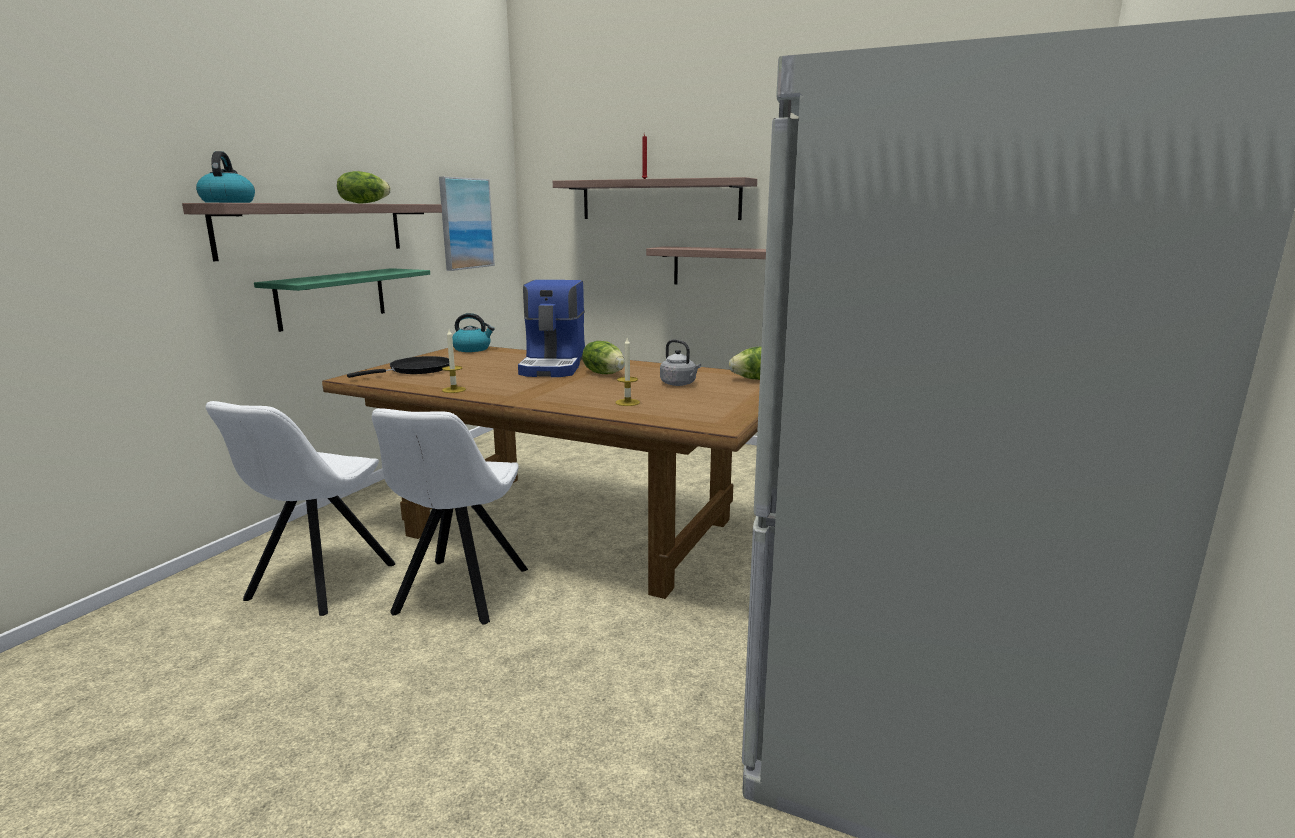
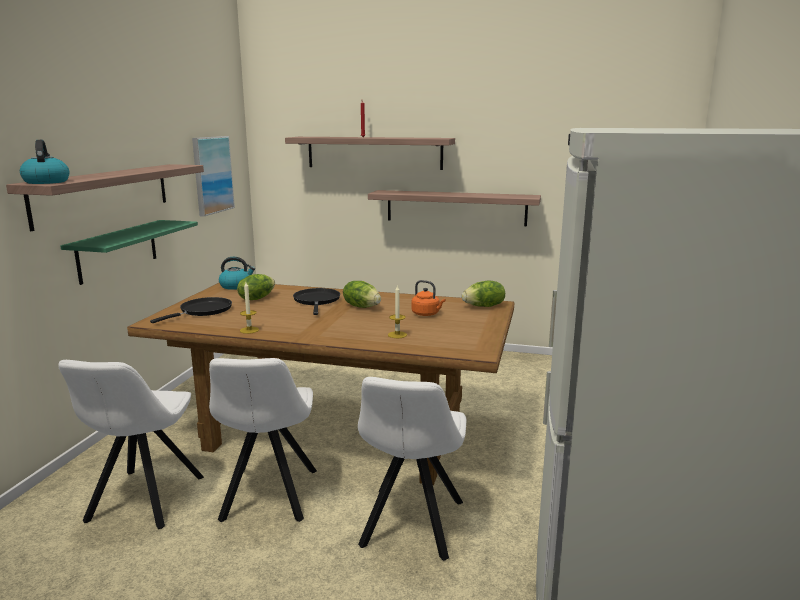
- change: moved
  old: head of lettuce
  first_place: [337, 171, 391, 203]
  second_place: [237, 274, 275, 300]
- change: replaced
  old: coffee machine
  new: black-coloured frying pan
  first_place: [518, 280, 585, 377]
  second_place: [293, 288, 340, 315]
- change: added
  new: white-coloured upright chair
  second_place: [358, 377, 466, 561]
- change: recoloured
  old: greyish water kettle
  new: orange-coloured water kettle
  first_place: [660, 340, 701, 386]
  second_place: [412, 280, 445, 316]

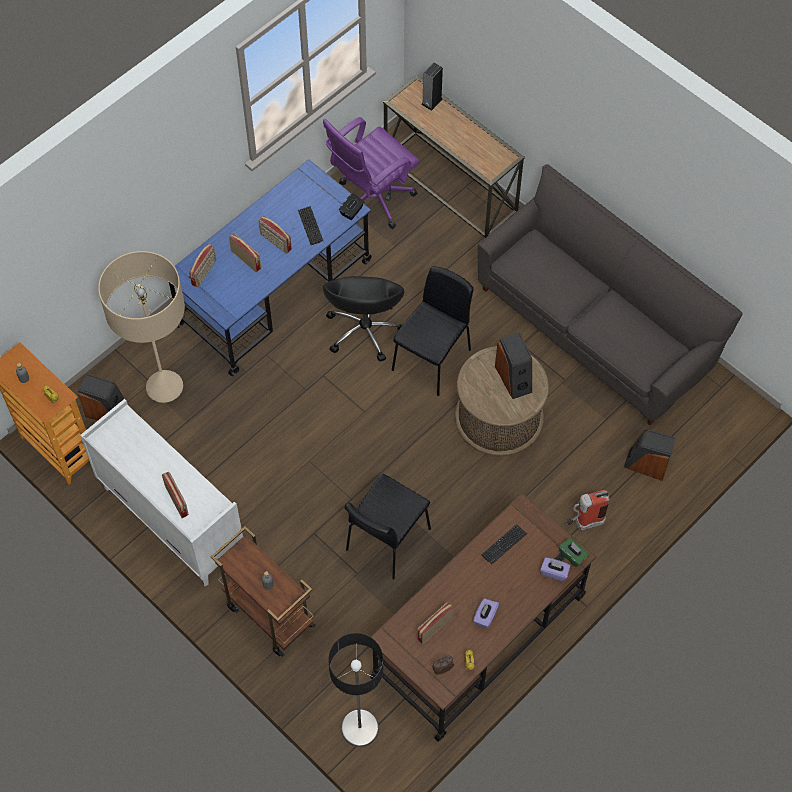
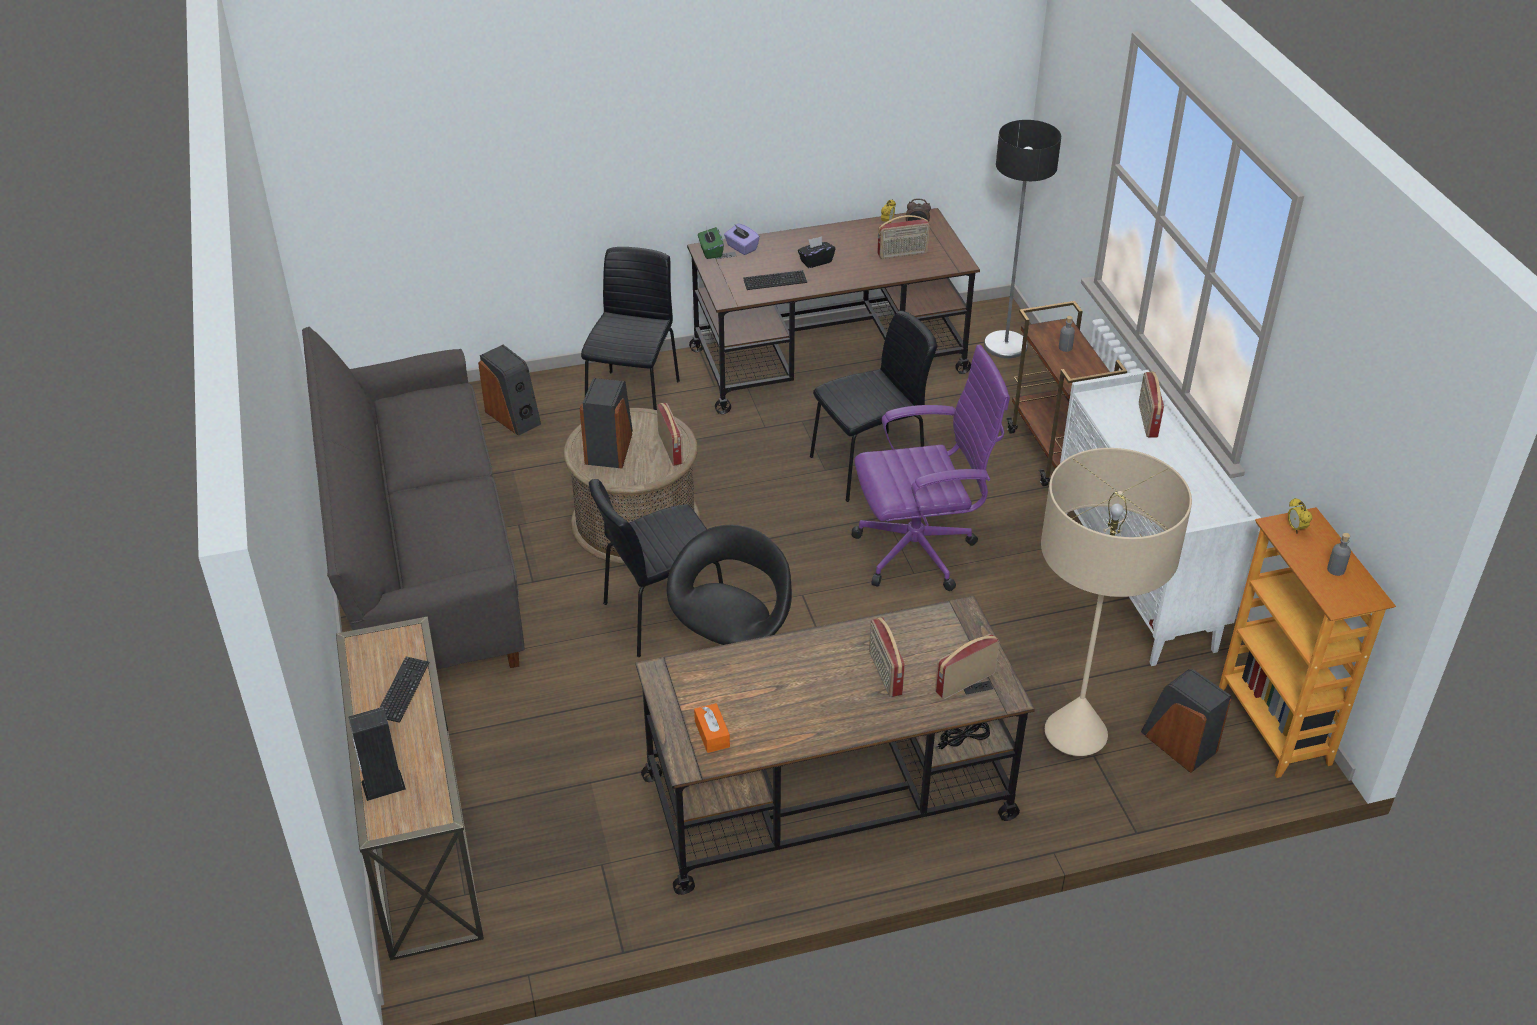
- change: moved
  old: keyboard
  first_place: [298, 206, 323, 245]
  second_place: [380, 657, 429, 723]
- change: replaced
  old: fire-fighting cylinder
  new: black-coloured upright chair
  first_place: [566, 490, 610, 530]
  second_place: [581, 247, 680, 410]
- change: recoloured
  old: blue desk table
  new: brown desk table
  first_place: [169, 159, 372, 376]
  second_place: [635, 596, 1035, 895]
- change: moved
  old: radio
  first_place: [259, 216, 292, 254]
  second_place: [657, 403, 683, 466]
- change: added
  new: orange-coloured box of tissues
  second_place: [694, 703, 730, 753]
- change: moved
  old: black-coloured box of tissues
  first_place: [339, 193, 364, 220]
  second_place: [798, 236, 835, 268]
- change: moved
  old: purple office chair
  first_place: [323, 117, 420, 229]
  second_place: [852, 345, 1010, 591]
- change: removed
  old: purple box of tissues
  first_place: [473, 598, 499, 629]

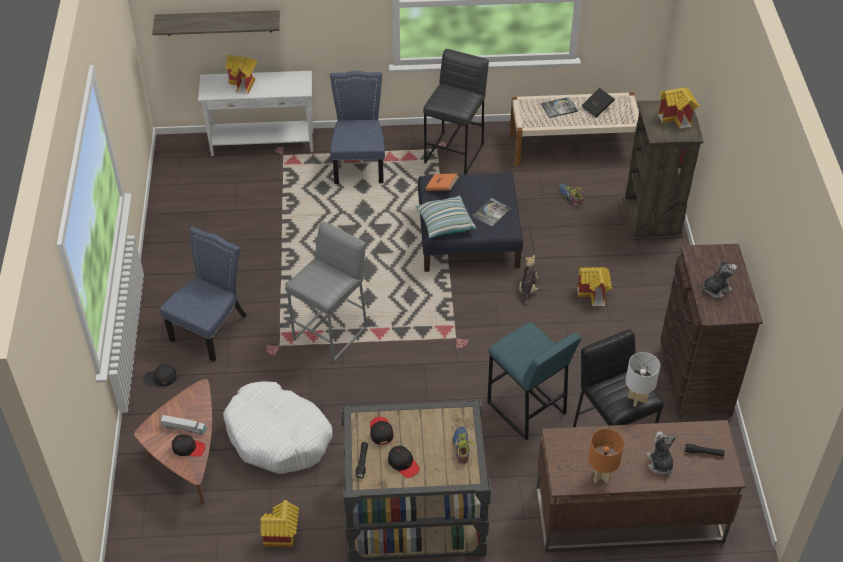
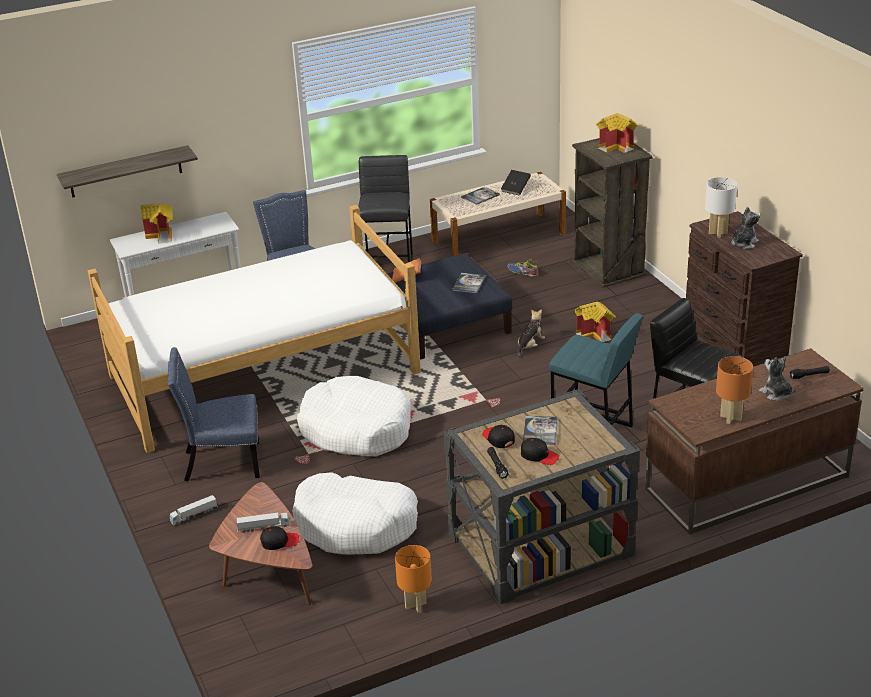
- change: added
  new: sleeping bed
  second_place: [88, 205, 421, 453]
- change: turned
  old: blue upright chair
  first_place: [160, 227, 247, 362]
  second_place: [168, 347, 260, 481]
  degrees: -105
- change: replaced
  old: black-coloured cap
  new: model truck
  first_place: [144, 364, 177, 387]
  second_place: [170, 495, 218, 525]
- change: replaced
  old: greyish stool
  new: white-coloured dog cushion
  first_place: [285, 221, 367, 363]
  second_place: [297, 376, 410, 456]
- change: replaced
  old: model house
  new: orange-coloured table lamp
  first_place: [260, 500, 299, 547]
  second_place: [395, 545, 432, 613]
- change: turned
  old: soft toy
  first_place: [519, 255, 539, 307]
  second_place: [517, 309, 545, 358]
  degrees: 45
- change: added
  new: bound book
  second_place: [523, 416, 558, 445]
- change: moved
  old: white-coloured table lamp
  first_place: [625, 352, 660, 407]
  second_place: [705, 177, 737, 238]
- change: removed
  old: pillow
  first_place: [415, 196, 477, 238]
- change: removed
  old: shoe
  first_place: [453, 426, 475, 464]

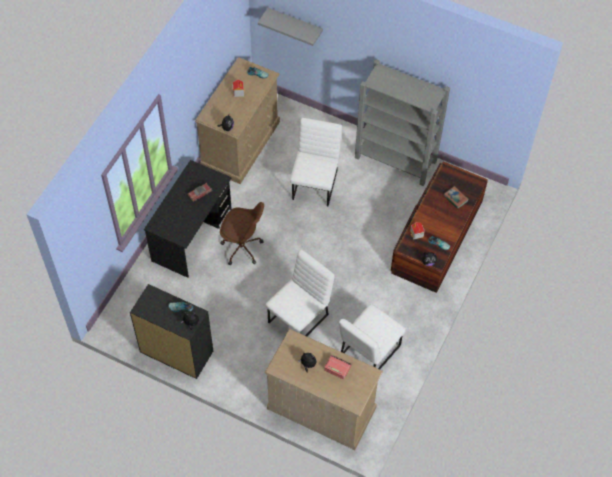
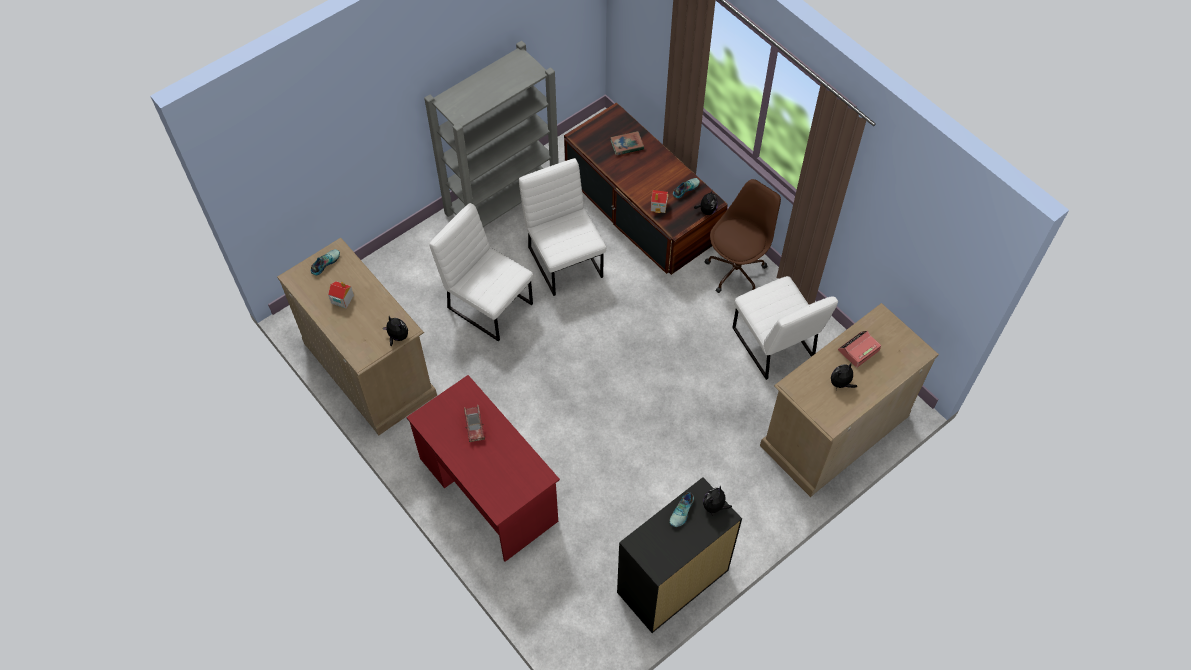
- change: recoloured
  old: black-coloured desk table
  new: reddish desk table
  first_place: [144, 160, 232, 278]
  second_place: [406, 375, 560, 562]
- change: moved
  old: white-coloured upright chair
  first_place: [266, 250, 335, 336]
  second_place: [519, 158, 606, 296]
- change: moved
  old: brown office chair
  first_place: [220, 202, 264, 265]
  second_place: [705, 179, 781, 293]
- change: removed
  old: greyish shelf
  first_place: [258, 8, 323, 46]

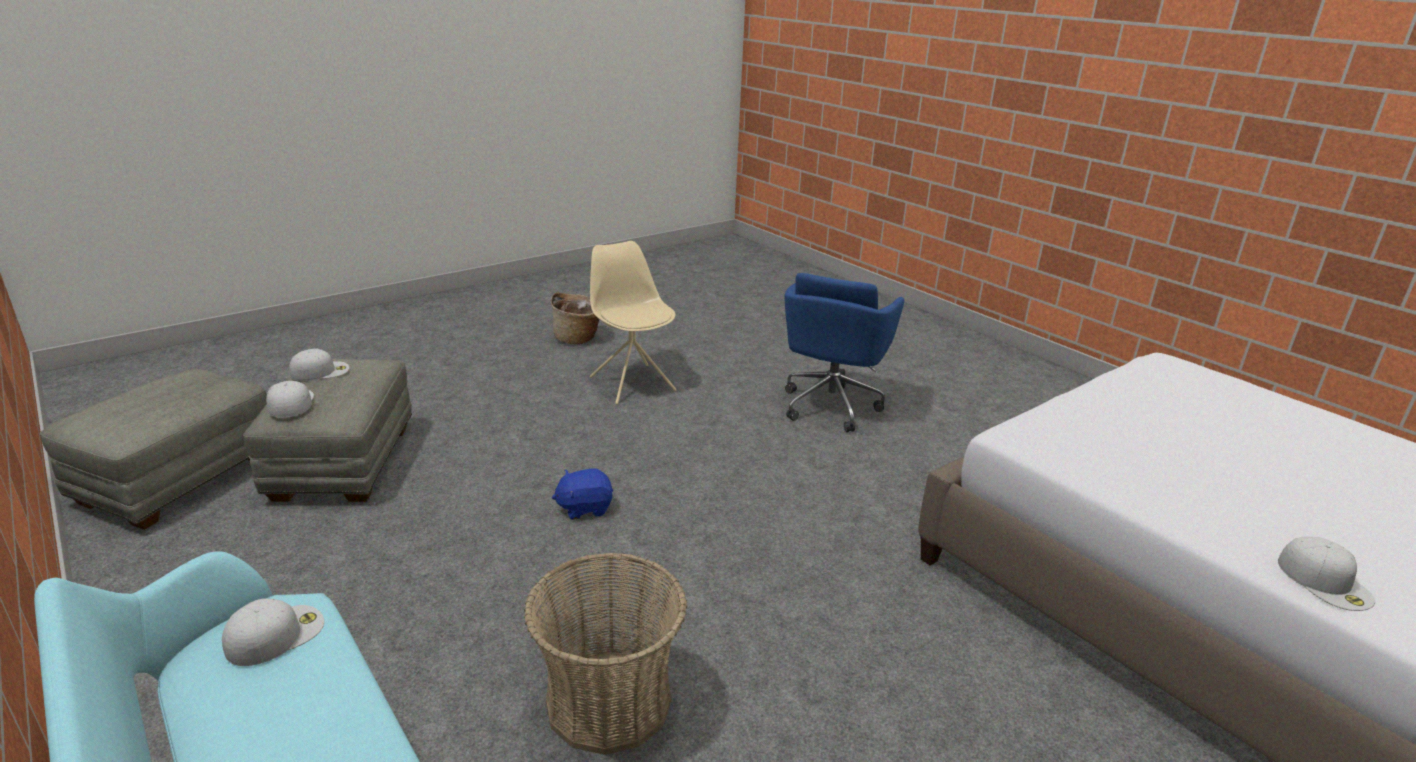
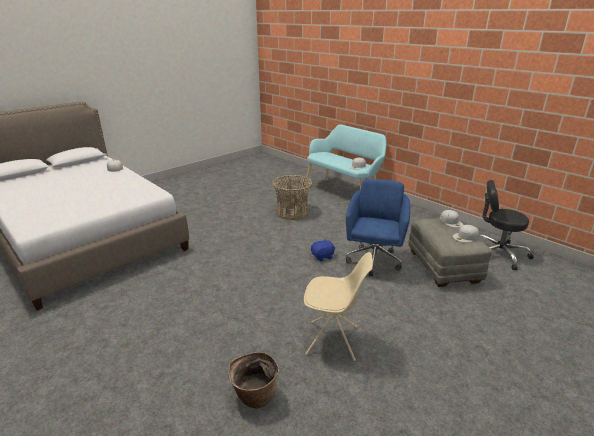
- change: moved
  old: basket
  first_place: [551, 293, 599, 344]
  second_place: [228, 352, 279, 409]
- change: turned
  old: beige-coloured upright chair
  first_place: [590, 241, 677, 405]
  second_place: [304, 252, 373, 361]
  degrees: -45
- change: moved
  old: blue office chair
  first_place: [785, 273, 904, 432]
  second_place: [346, 179, 410, 277]
- change: replaced
  old: greyish footrest
  new: black-coloured office chair
  first_place: [40, 369, 267, 530]
  second_place: [478, 180, 534, 270]

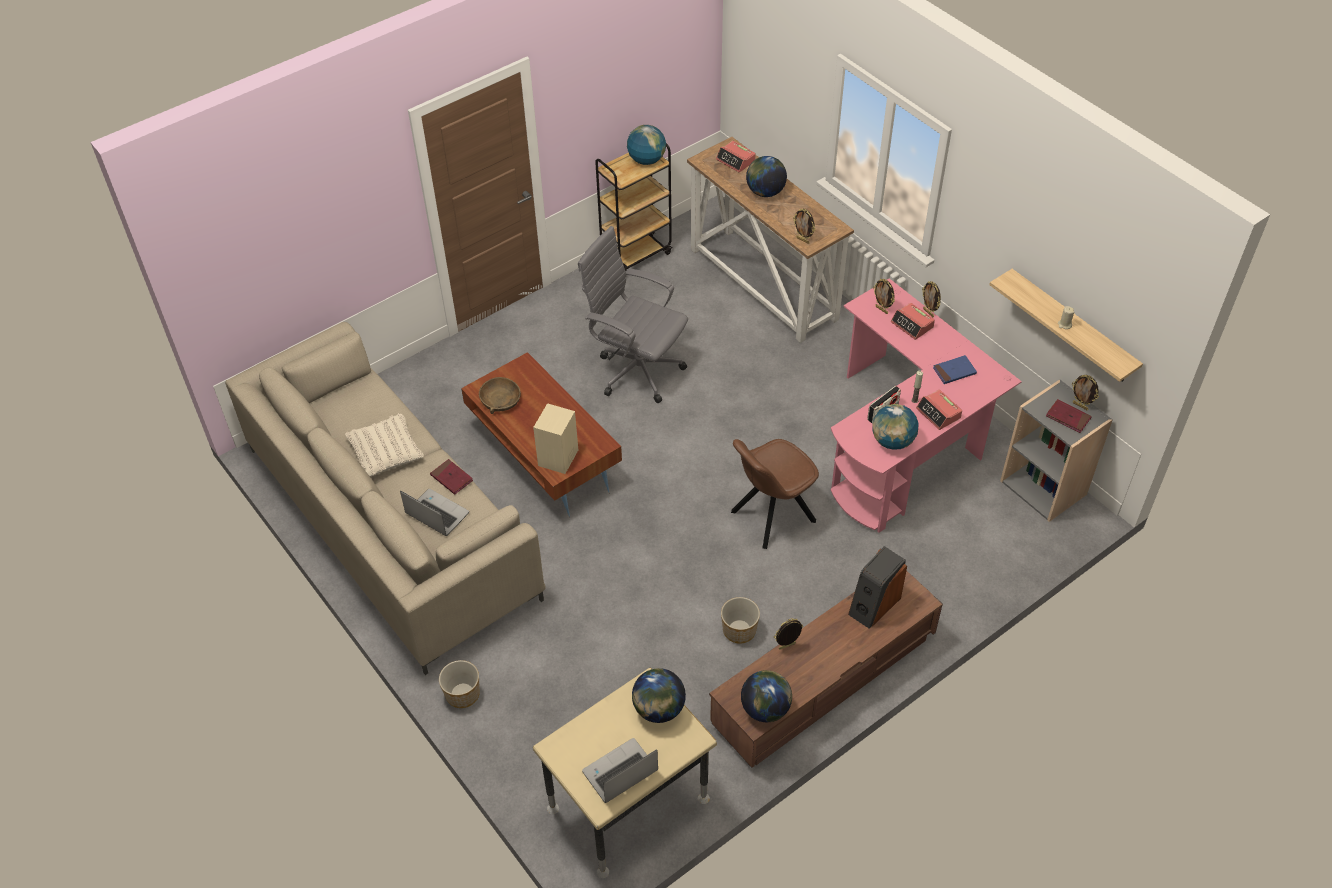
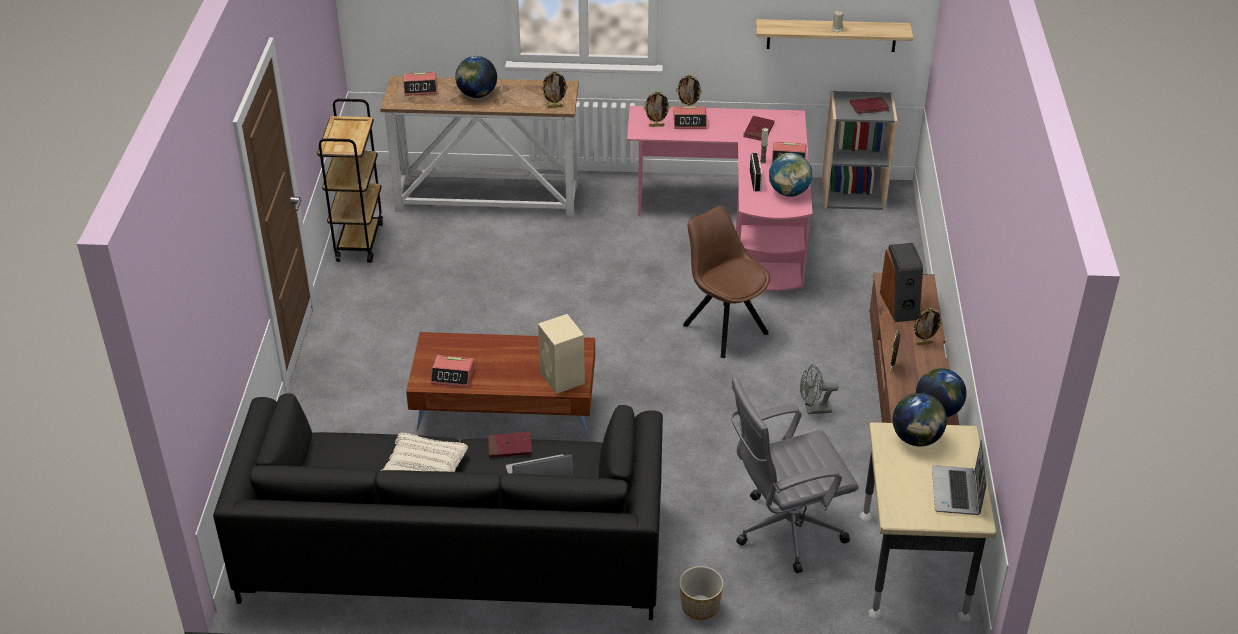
- change: recoloured
  old: beige-coloured sofa
  new: black-coloured sofa
  first_place: [225, 322, 546, 675]
  second_place: [213, 393, 663, 620]
- change: replaced
  old: brown deep dish
  new: table clock
  first_place: [479, 377, 521, 414]
  second_place: [431, 355, 474, 387]
- change: turned
  old: brown upright chair
  first_place: [731, 439, 819, 549]
  second_place: [683, 206, 770, 358]
  degrees: 135
- change: moved
  old: greyish office chair
  first_place: [578, 226, 688, 403]
  second_place: [731, 377, 859, 573]
- change: recoloured
  old: blue bound book
  new: reddish bound book
  first_place: [933, 355, 977, 384]
  second_place: [743, 116, 774, 141]
- change: replaced
  old: flower pot
  new: greyish cooling fan
  first_place: [721, 597, 760, 644]
  second_place: [800, 364, 839, 414]
- change: moved
  old: standing frame
  first_place: [1072, 375, 1099, 410]
  second_place: [913, 308, 943, 345]
- change: removed
  old: world globe
  first_place: [627, 125, 666, 165]

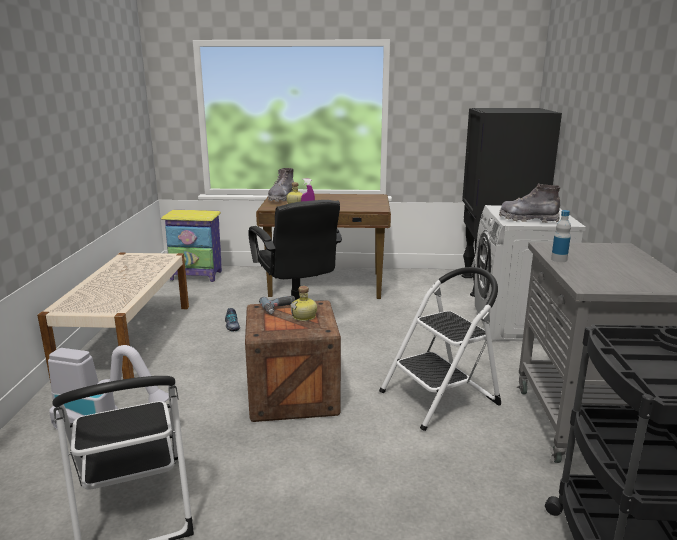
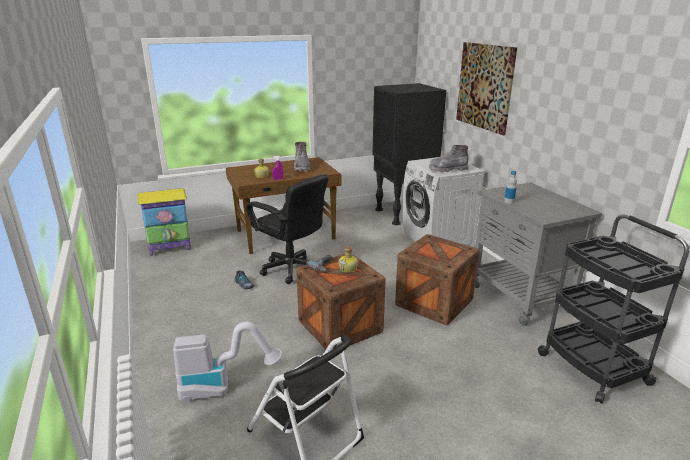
- change: moved
  old: greyish high-top boot
  first_place: [268, 168, 294, 202]
  second_place: [294, 142, 311, 171]
- change: replaced
  old: step ladder
  new: packing crate
  first_place: [379, 267, 501, 431]
  second_place: [395, 234, 479, 325]
- change: added
  new: wall picture
  second_place: [456, 42, 517, 135]
- change: removed
  old: beige-coloured bench
  first_place: [37, 252, 189, 383]

